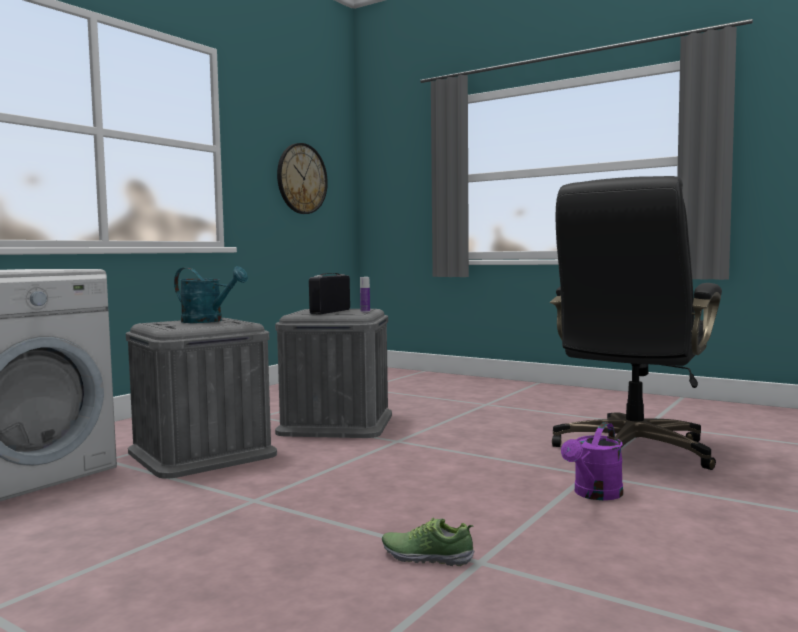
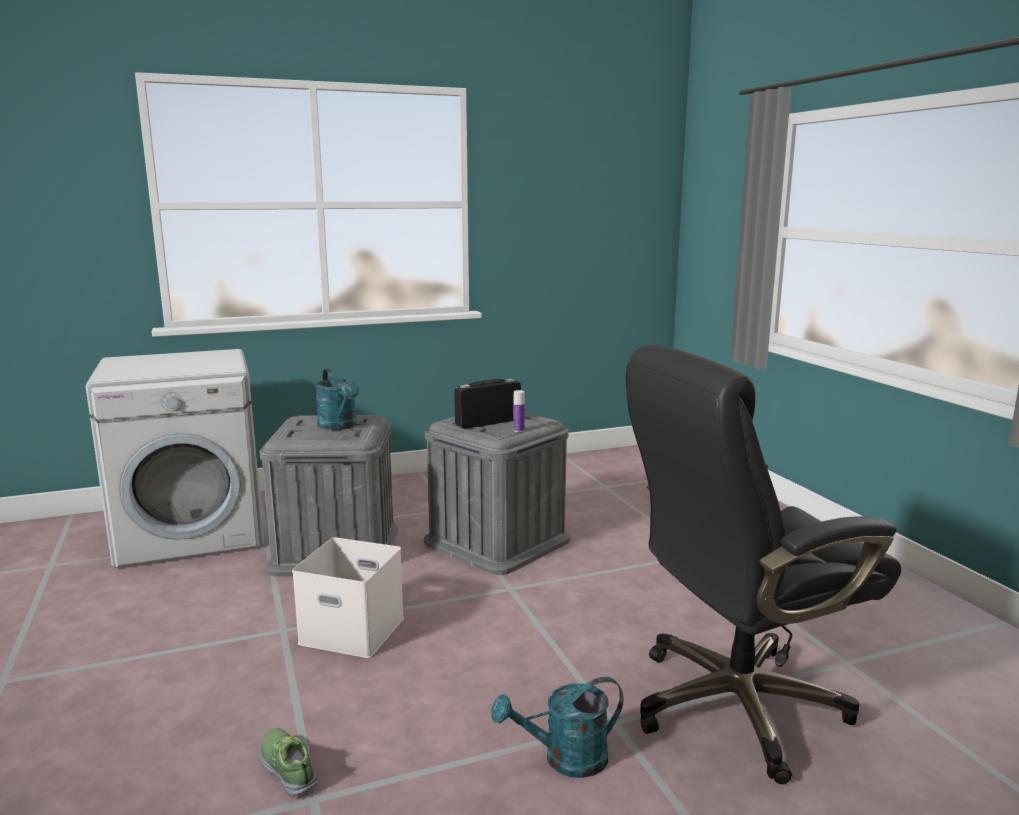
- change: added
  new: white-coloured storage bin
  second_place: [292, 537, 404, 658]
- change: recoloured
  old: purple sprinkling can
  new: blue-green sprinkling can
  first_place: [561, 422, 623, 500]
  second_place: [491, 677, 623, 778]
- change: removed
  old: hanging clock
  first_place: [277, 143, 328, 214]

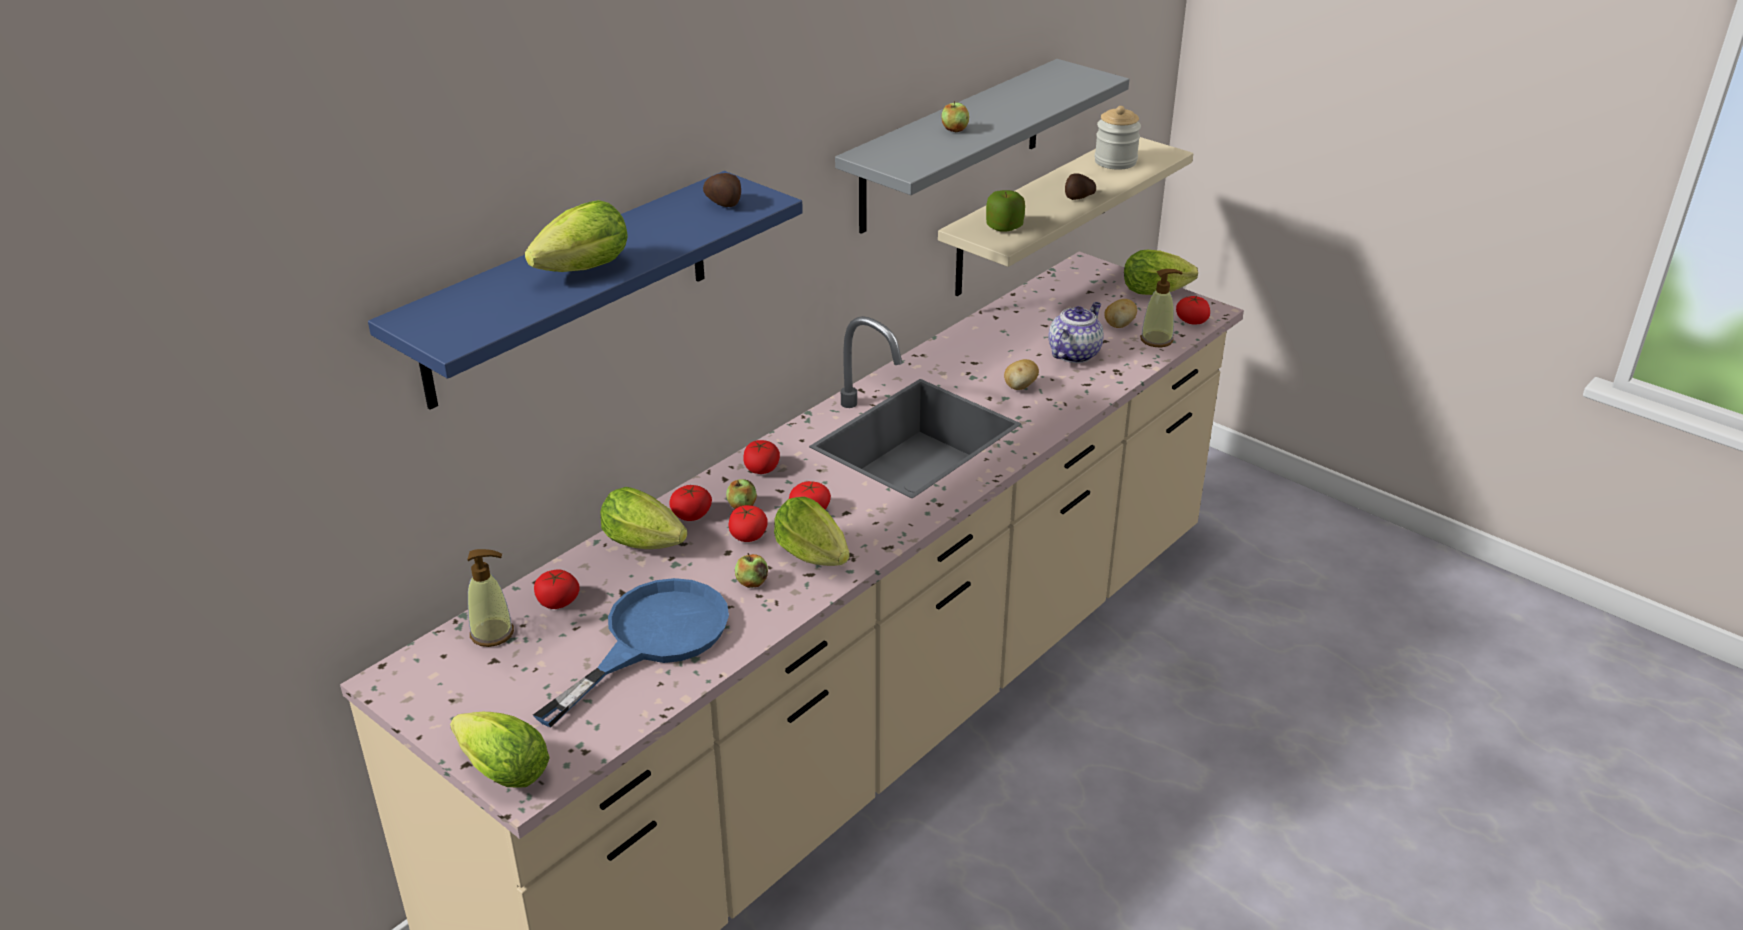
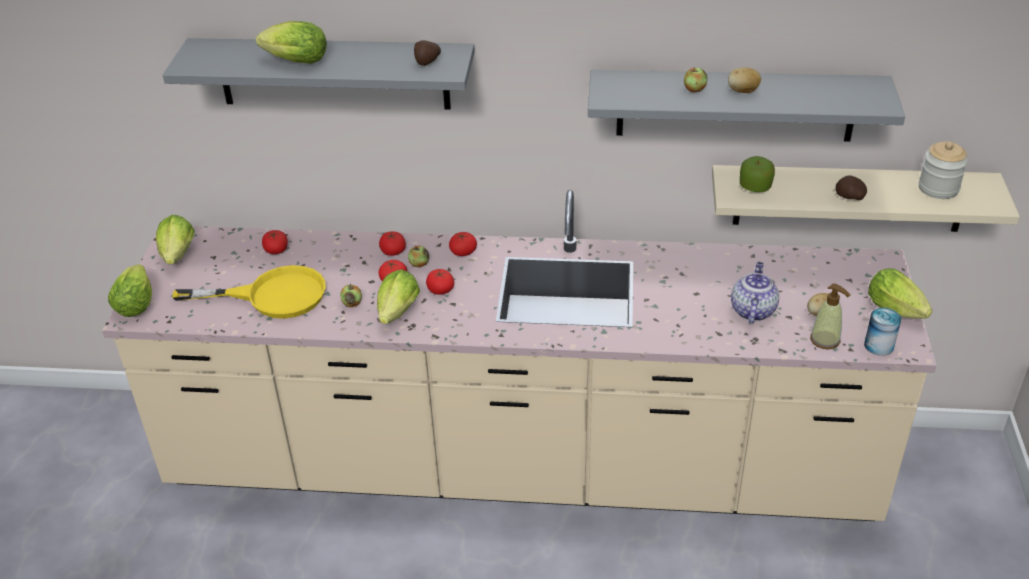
- change: moved
  old: head of lettuce
  first_place: [600, 487, 687, 549]
  second_place: [156, 215, 195, 264]
- change: recoloured
  old: blue shelf
  new: greyish shelf
  first_place: [368, 171, 803, 410]
  second_place: [163, 38, 475, 110]
- change: recoloured
  old: blue frying pan
  new: yellow frying pan
  first_place: [533, 578, 729, 727]
  second_place: [172, 265, 326, 319]
- change: moved
  old: whole potato
  first_place: [1004, 359, 1039, 390]
  second_place: [728, 67, 761, 93]
- change: turned
  old: pot for tea
  first_place: [1048, 302, 1104, 363]
  second_place: [731, 262, 779, 324]
  degrees: -75
- change: replaced
  old: whole tomato
  new: metal can
  first_place: [1176, 296, 1210, 325]
  second_place: [864, 308, 901, 356]
- change: removed
  old: liquid soap bottle
  first_place: [467, 549, 514, 647]

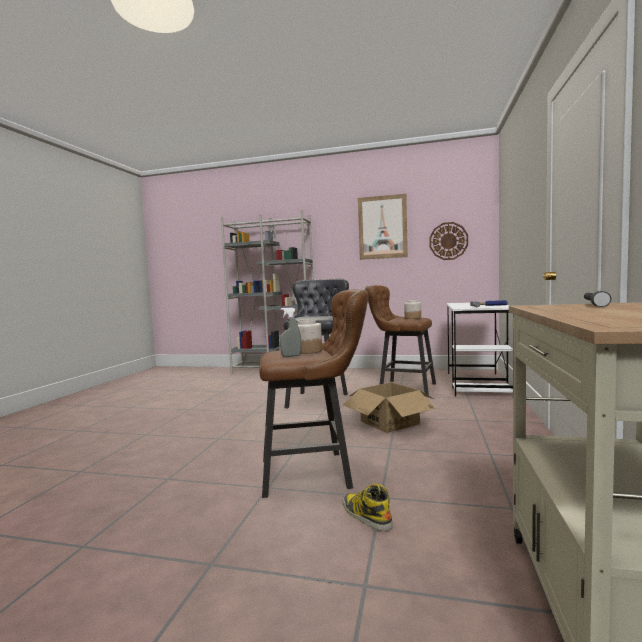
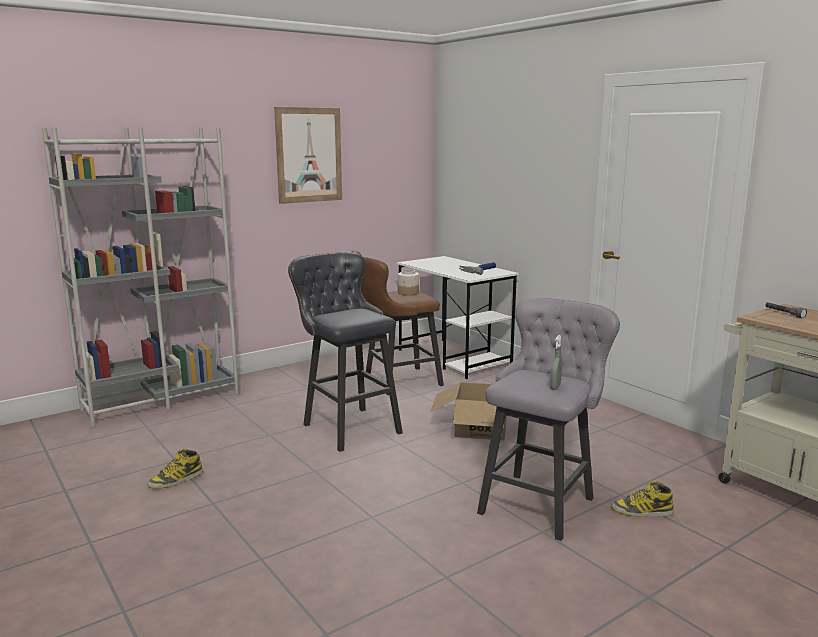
- change: added
  new: high-top boot
  second_place: [147, 449, 203, 489]
- change: recoloured
  old: brown stool
  new: greyish stool
  first_place: [259, 289, 368, 498]
  second_place: [477, 298, 620, 541]
- change: removed
  old: jar
  first_place: [297, 319, 322, 354]
- change: removed
  old: hanging clock
  first_place: [429, 222, 468, 260]

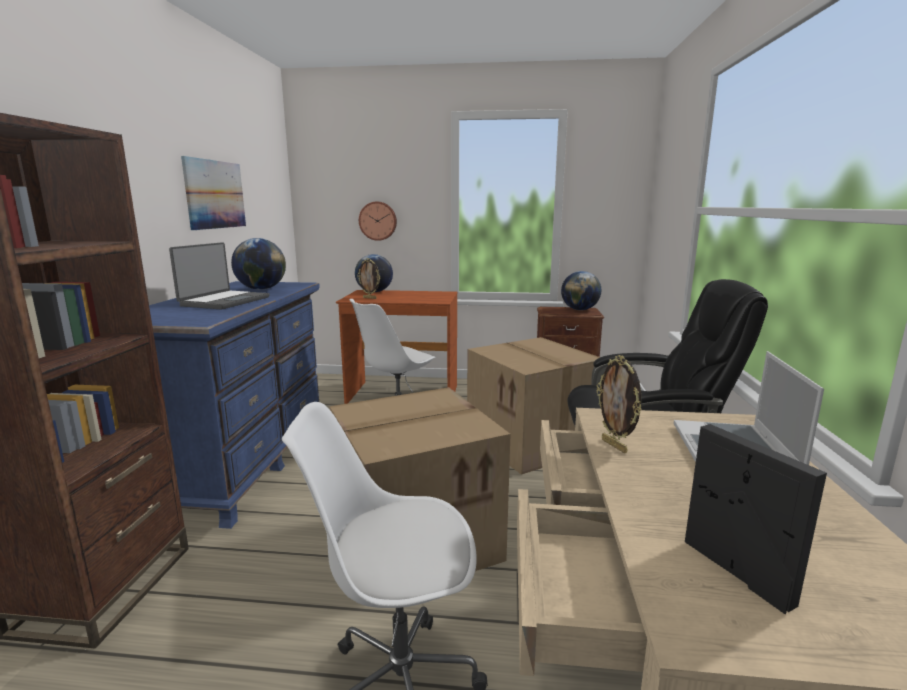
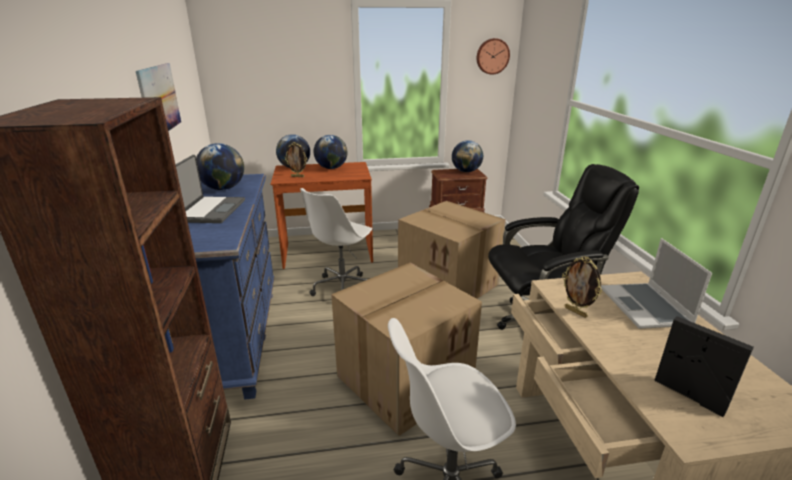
- change: added
  new: world globe
  second_place: [314, 135, 347, 169]
- change: moved
  old: hanging clock
  first_place: [359, 202, 397, 241]
  second_place: [477, 38, 510, 75]

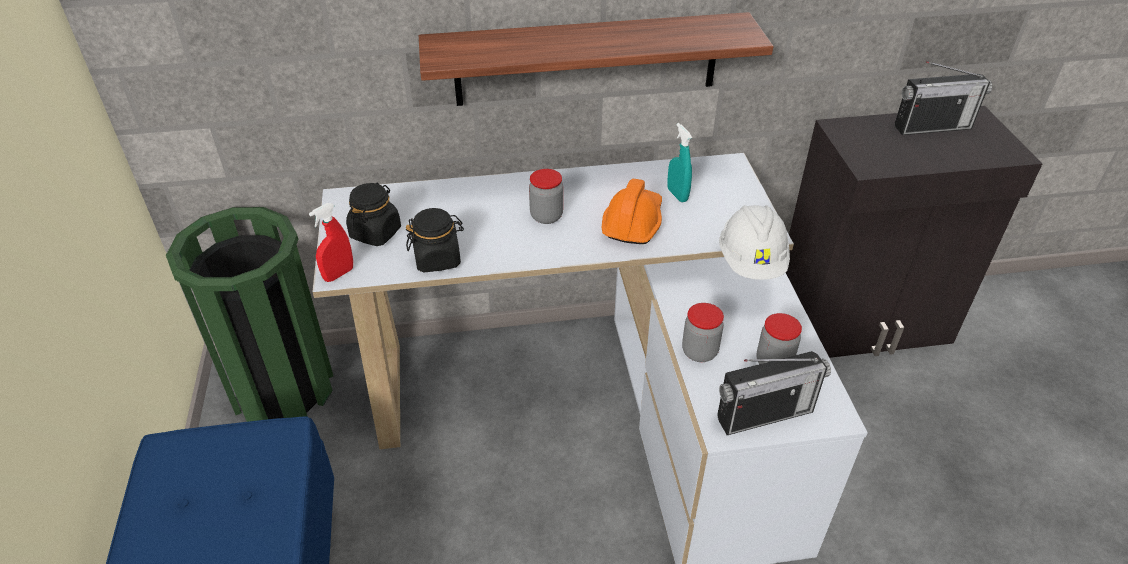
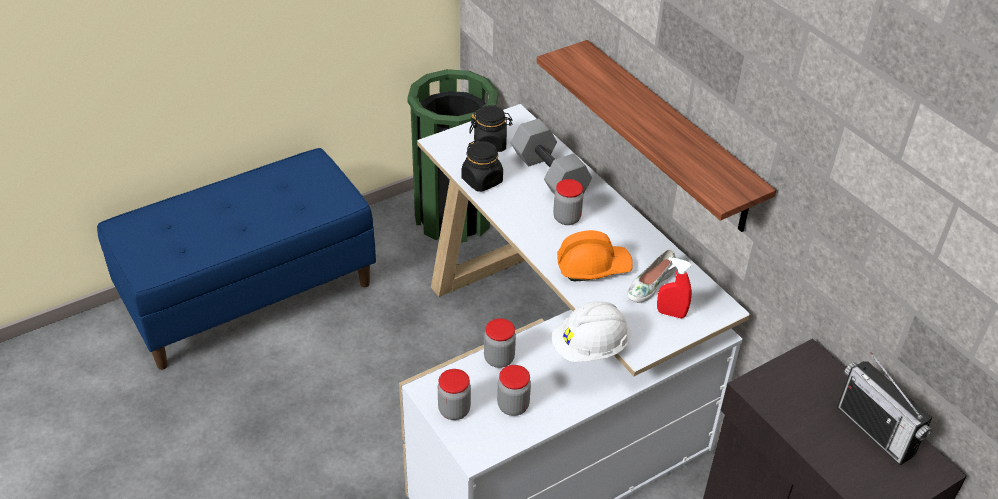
- change: replaced
  old: radio
  new: jar
  first_place: [717, 351, 831, 435]
  second_place: [438, 369, 471, 420]
- change: added
  new: greyish dumbbell
  second_place: [511, 118, 592, 195]
- change: replaced
  old: blue-green hand sprayer
  new: white-coloured shoe
  first_place: [667, 123, 692, 202]
  second_place: [627, 249, 676, 303]
- change: moved
  old: reddish hand sprayer
  first_place: [309, 203, 353, 282]
  second_place: [657, 257, 692, 319]

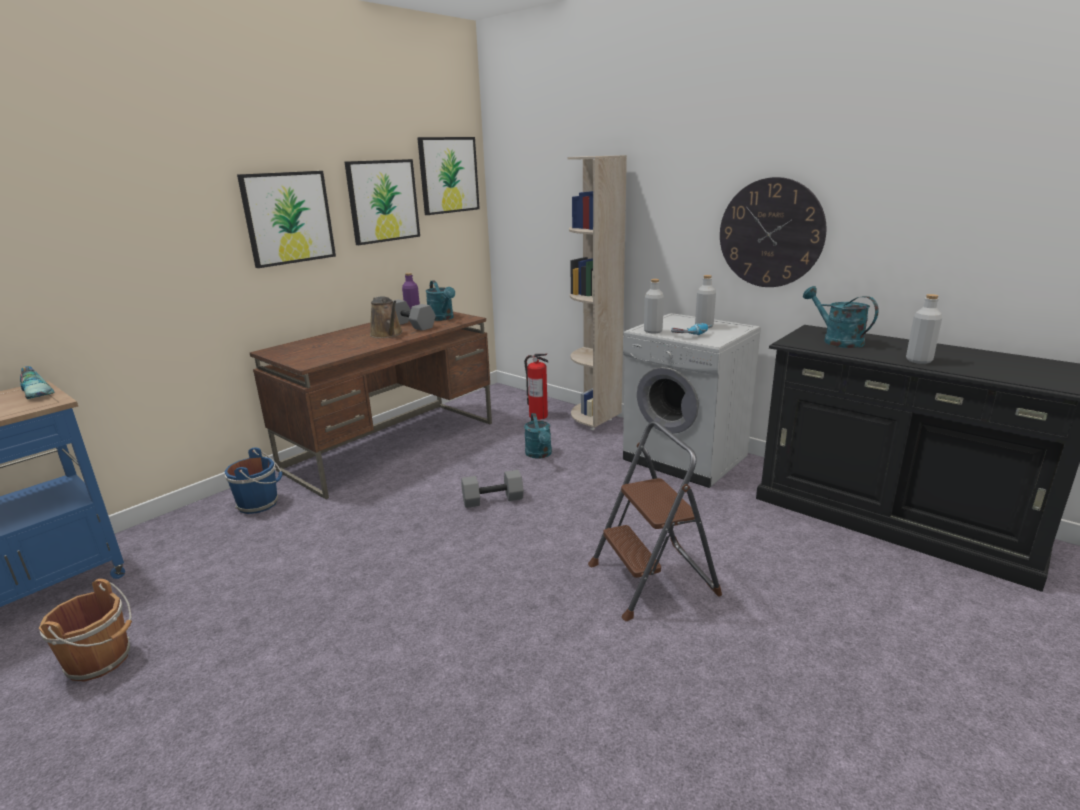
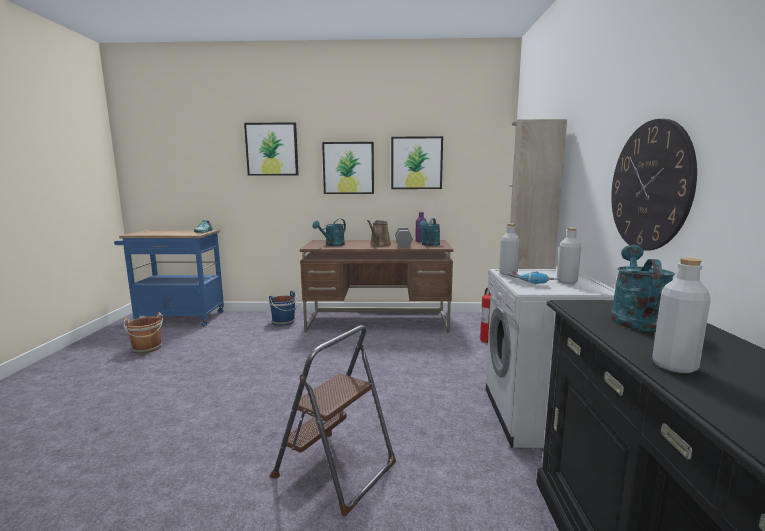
- change: moved
  old: wall picture
  first_place: [417, 137, 480, 215]
  second_place: [244, 122, 299, 176]
- change: moved
  old: blue-green sprinkling can
  first_place: [524, 413, 552, 459]
  second_place: [312, 219, 346, 246]
- change: removed
  old: greyish dumbbell
  first_place: [461, 470, 524, 508]

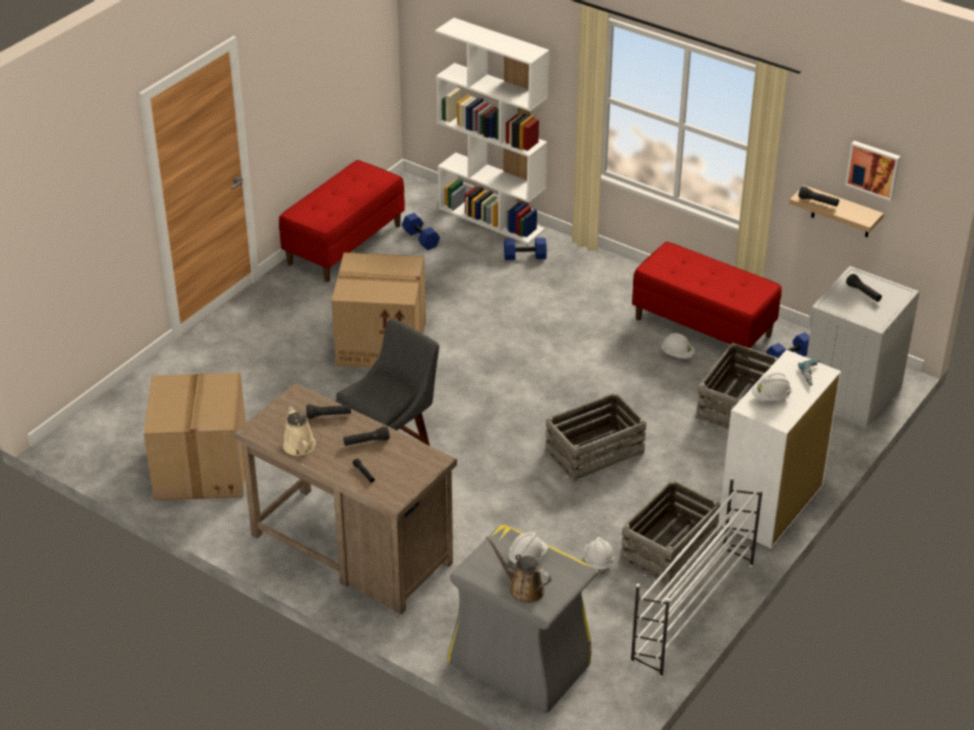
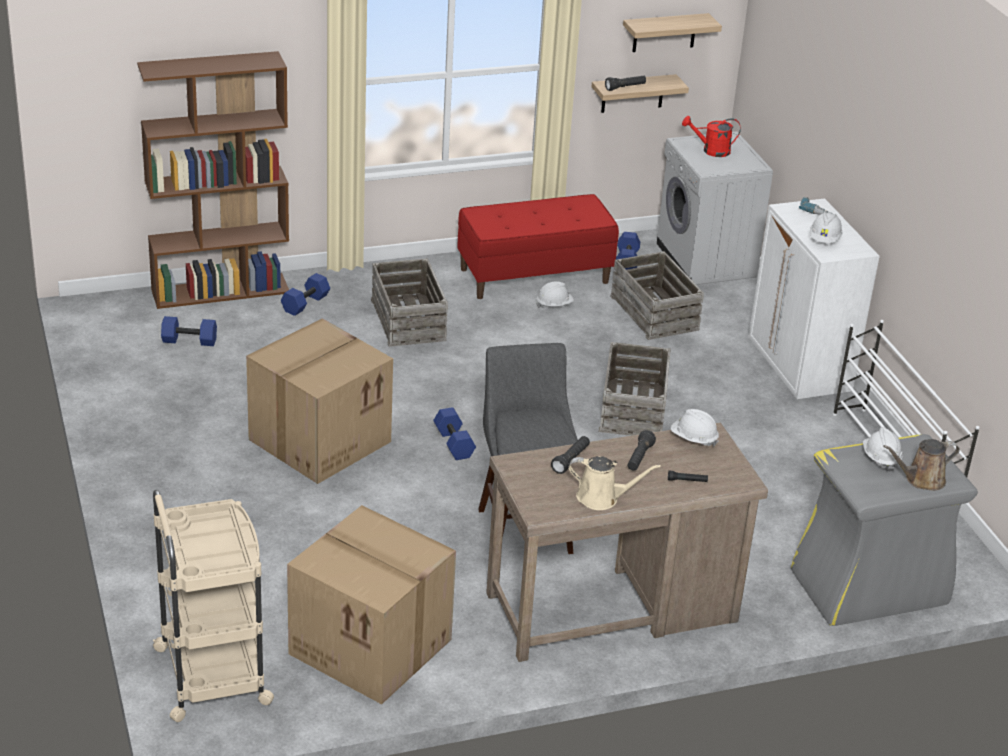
- change: recoloured
  old: white-coloured shelving unit
  new: brown shelving unit
  first_place: [435, 18, 549, 244]
  second_place: [137, 51, 289, 309]
- change: added
  new: beige-coloured trolley
  second_place: [153, 490, 274, 722]
- change: moved
  old: packing crate
  first_place: [619, 479, 720, 584]
  second_place: [371, 258, 448, 347]
- change: added
  new: blue dumbbell
  second_place: [433, 407, 476, 460]
- change: replaced
  old: wall picture
  new: shelf
  first_place: [845, 141, 901, 201]
  second_place: [623, 13, 722, 52]
- change: moved
  old: white-coloured safety helmet
  first_place: [584, 537, 615, 574]
  second_place: [671, 409, 719, 447]
- change: replaced
  old: black-coloured torch
  new: reddish sprinkling can
  first_place: [846, 274, 882, 302]
  second_place: [682, 116, 741, 157]
- change: removed
  old: reddish bench
  first_place: [279, 160, 405, 282]

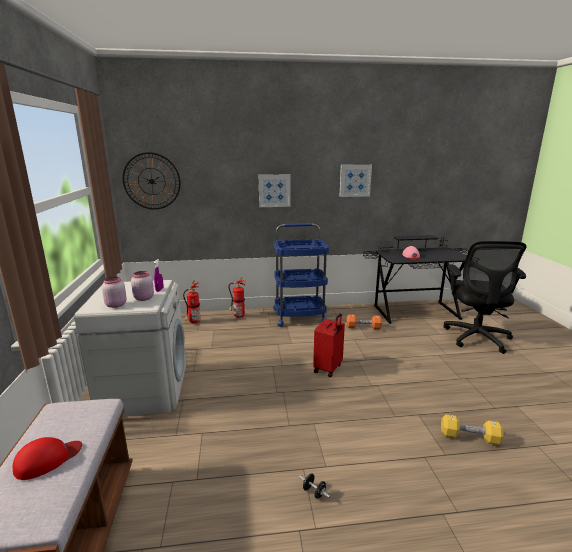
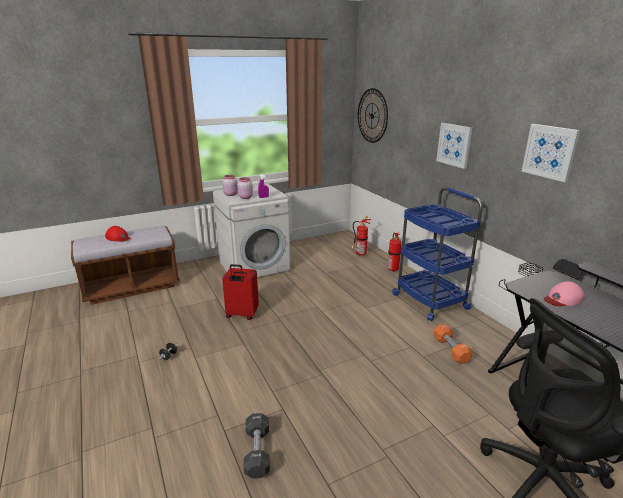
- change: moved
  old: reddish suitcase
  first_place: [313, 314, 345, 377]
  second_place: [222, 264, 259, 320]
- change: recoloured
  old: yellow dumbbell
  new: black-coloured dumbbell
  first_place: [441, 414, 504, 445]
  second_place: [244, 413, 270, 479]

